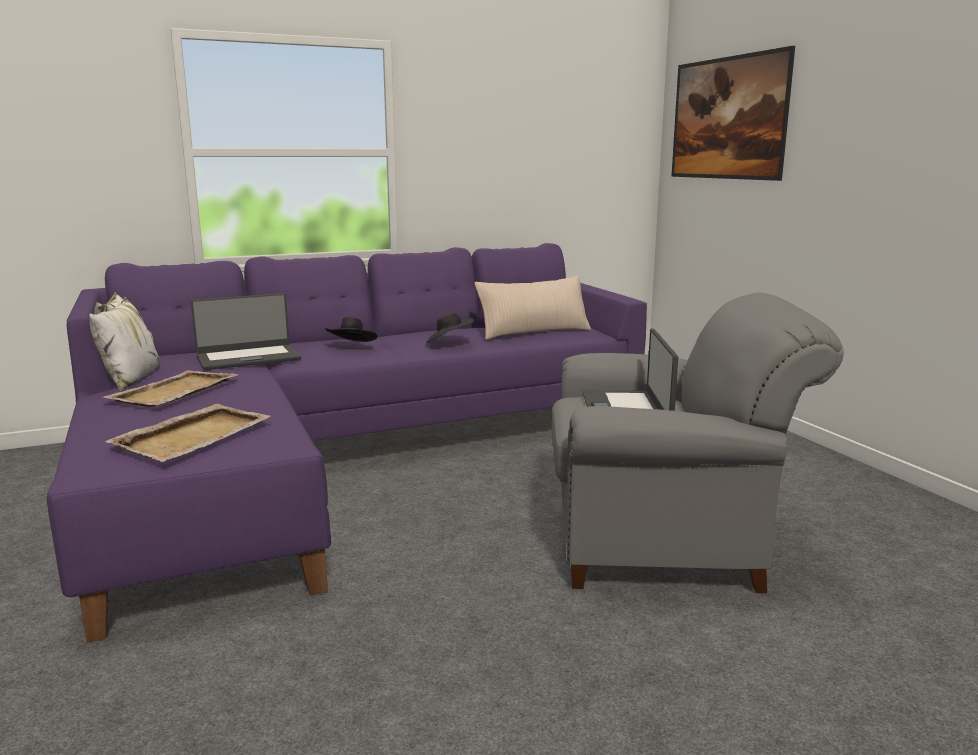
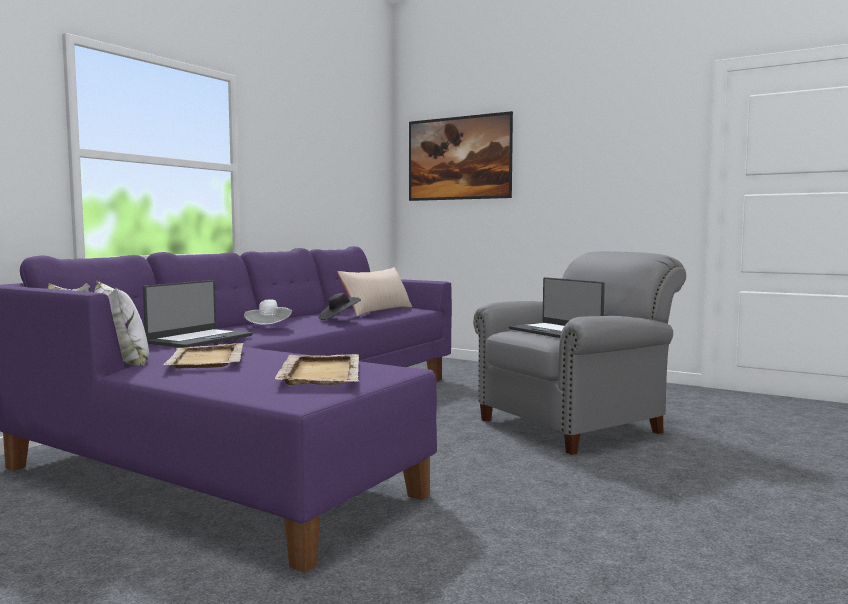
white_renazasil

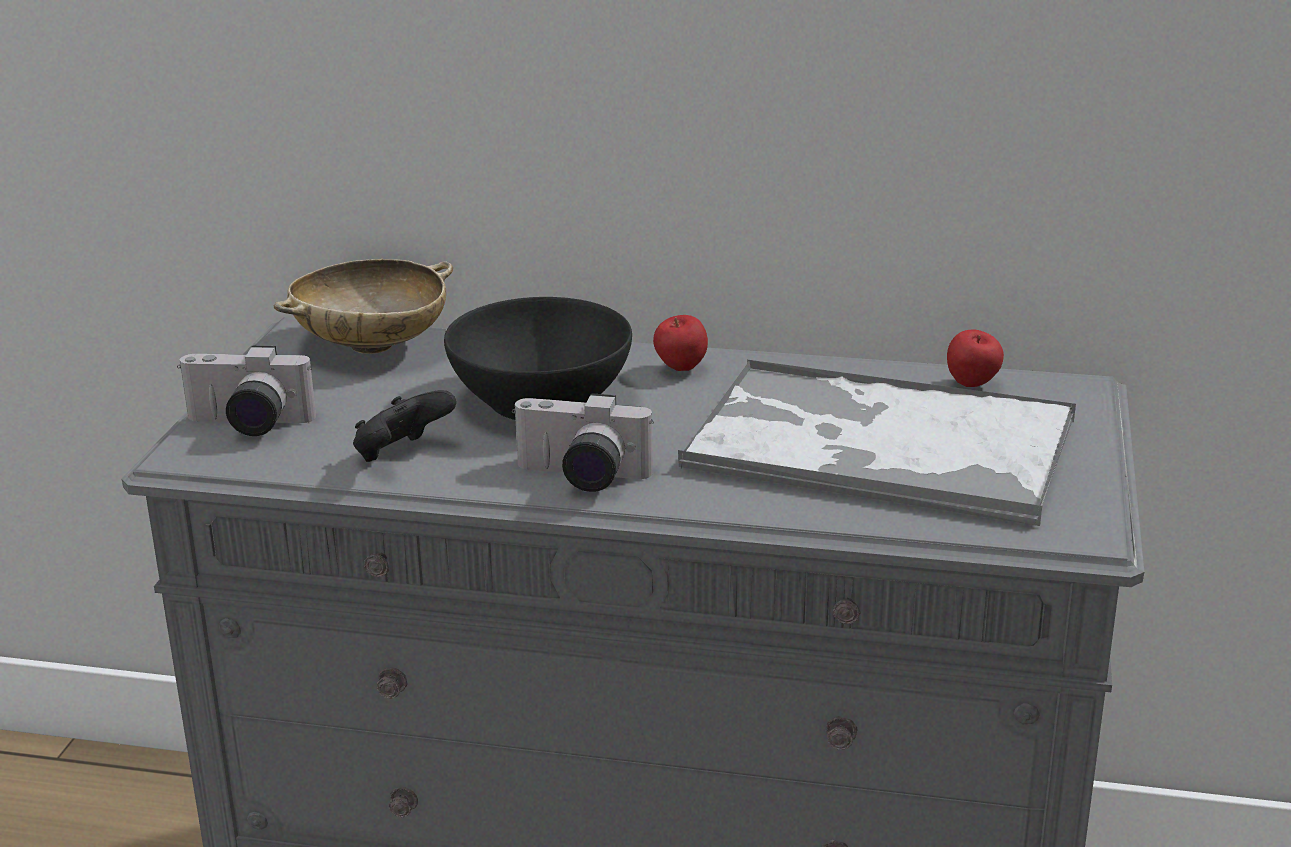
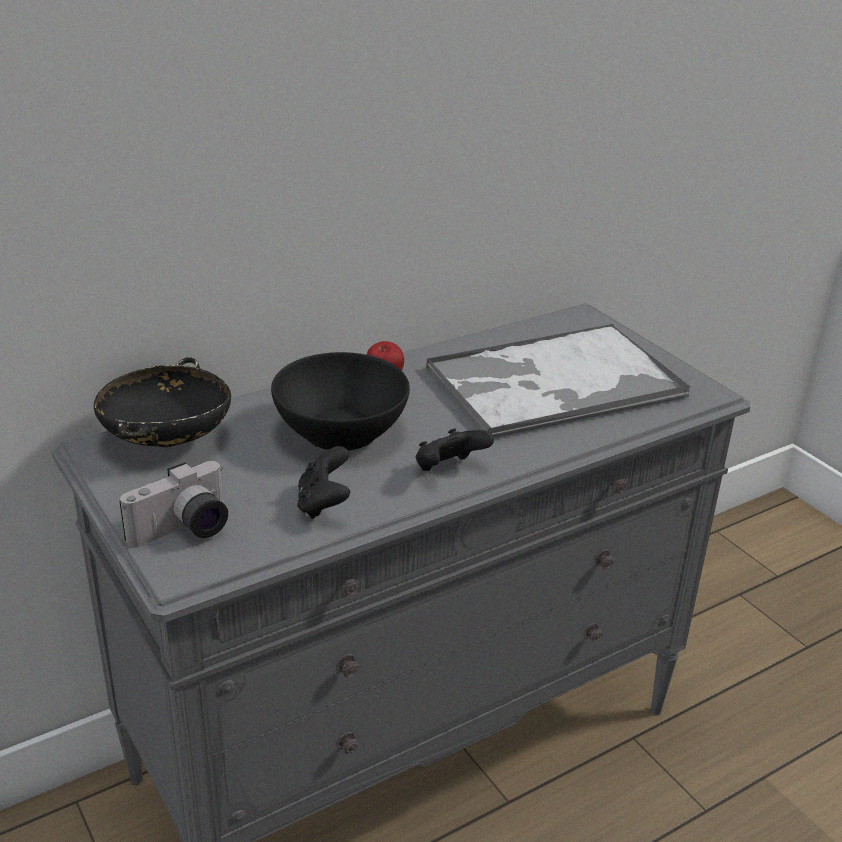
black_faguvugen (no. 1 from left)
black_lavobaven (no. 2 from left)
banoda (no. 2 from left in the first image)

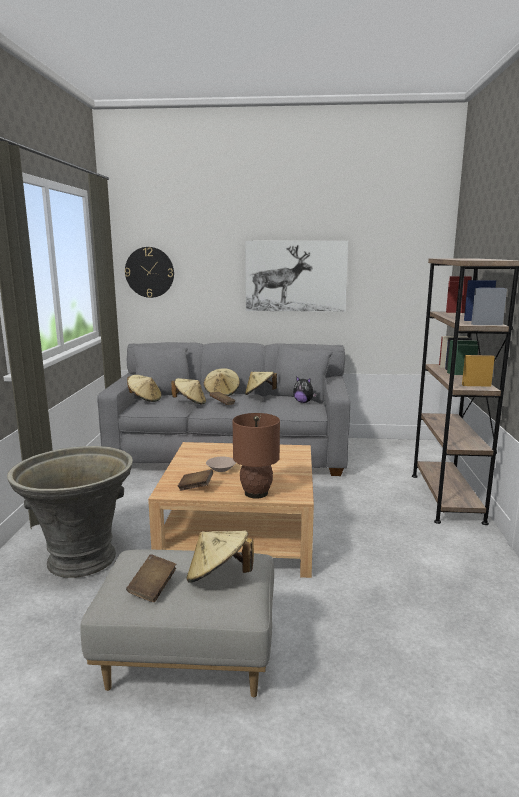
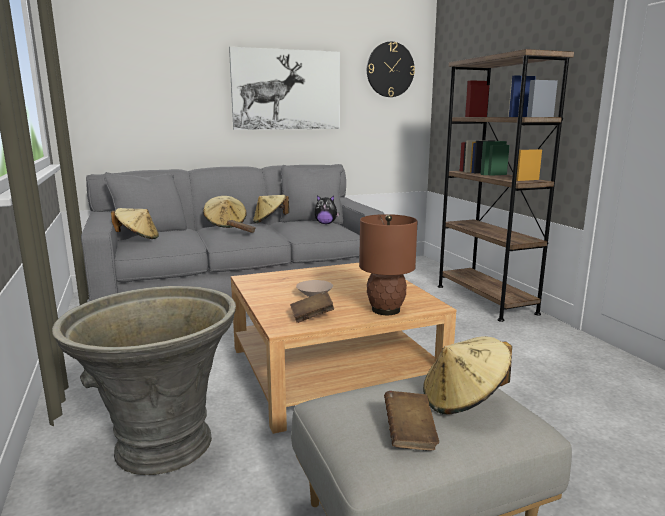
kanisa
beige_renazasil (no. 2 from left in the first image)

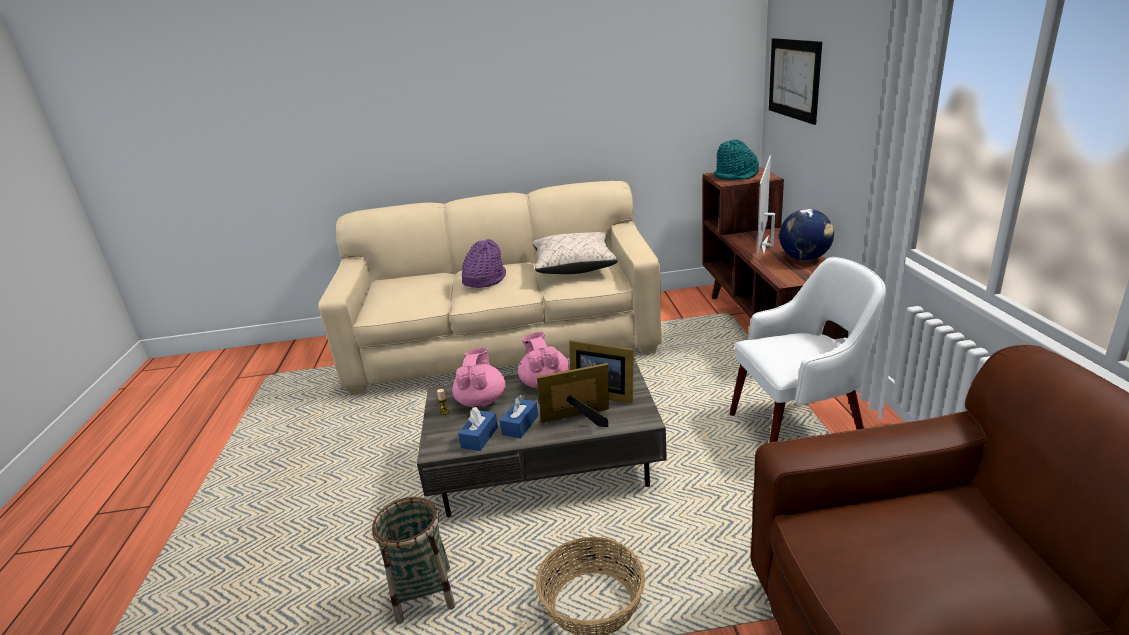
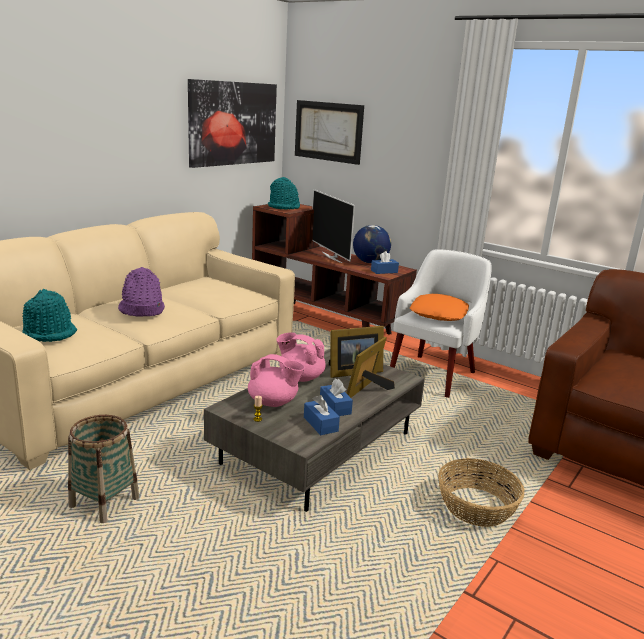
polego (no. 1 from left)
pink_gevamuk (no. 1 from left)
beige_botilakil
turquoise_renazasil (no. 1 from left)
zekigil (no. 1 from left)
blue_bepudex (no. 3 from left)
orange_botilakil

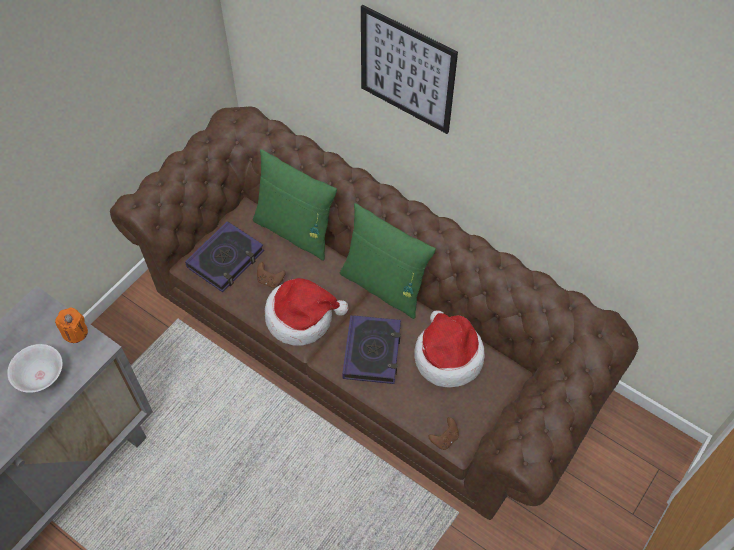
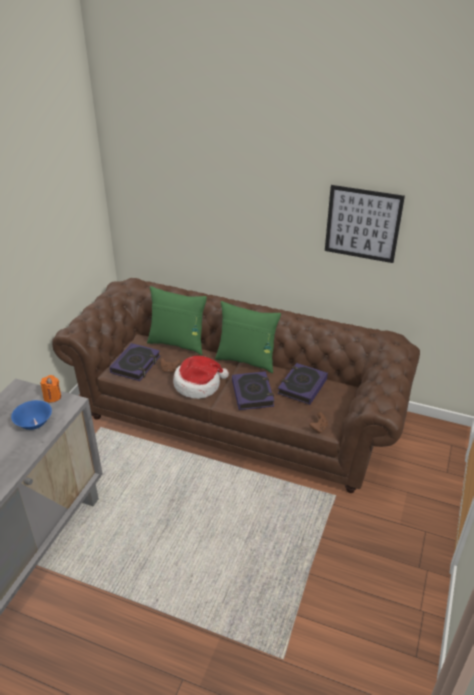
blue_faguvugen
zekigil
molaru (no. 3 from left)

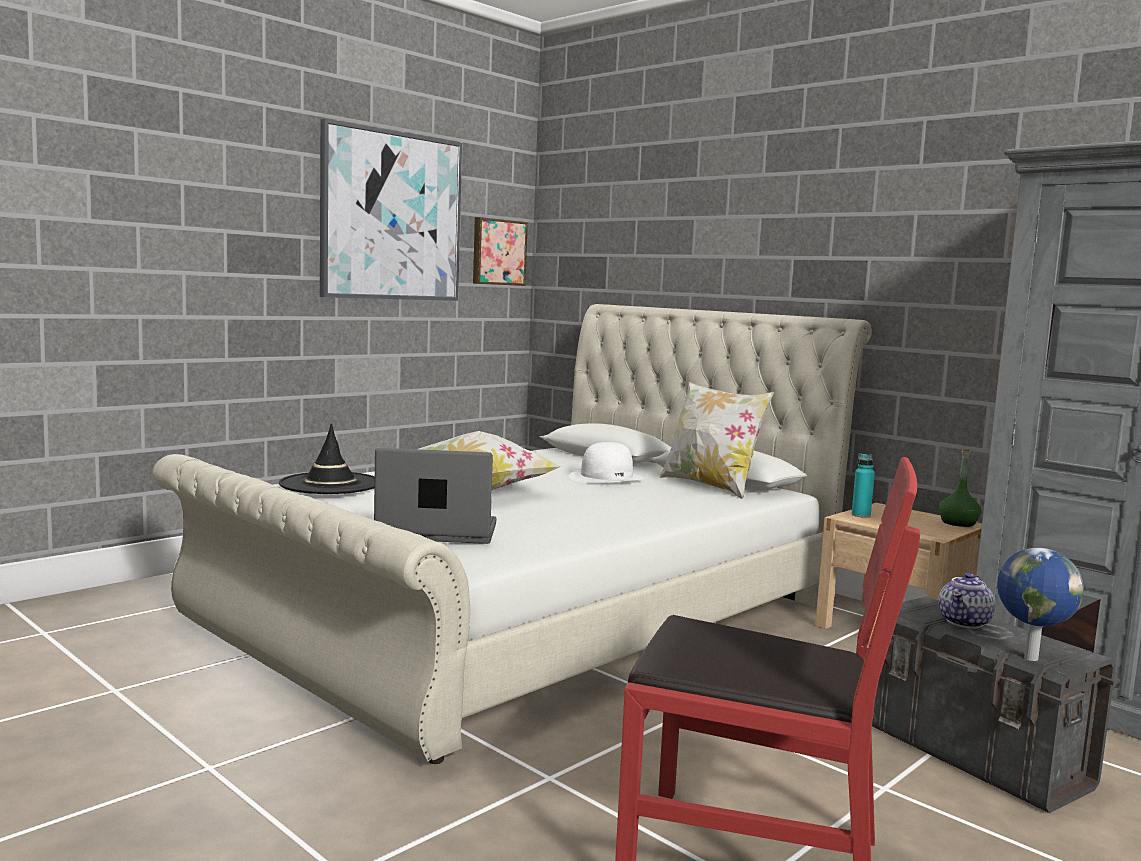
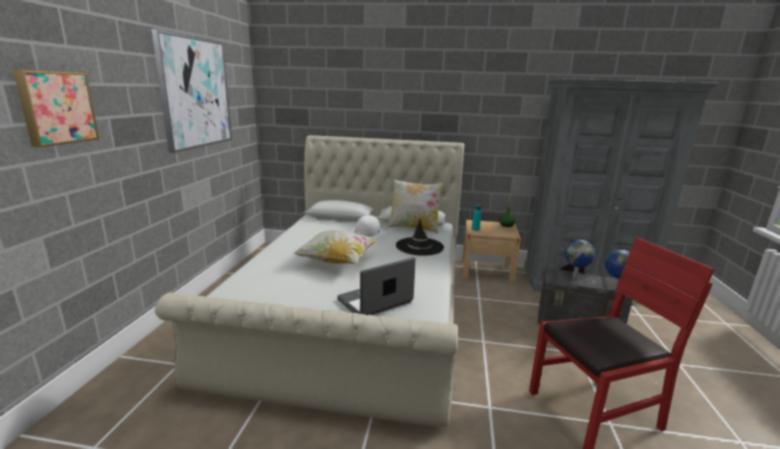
black_renazasil
zekigil (no. 1 from left)
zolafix (no. 1 from left)

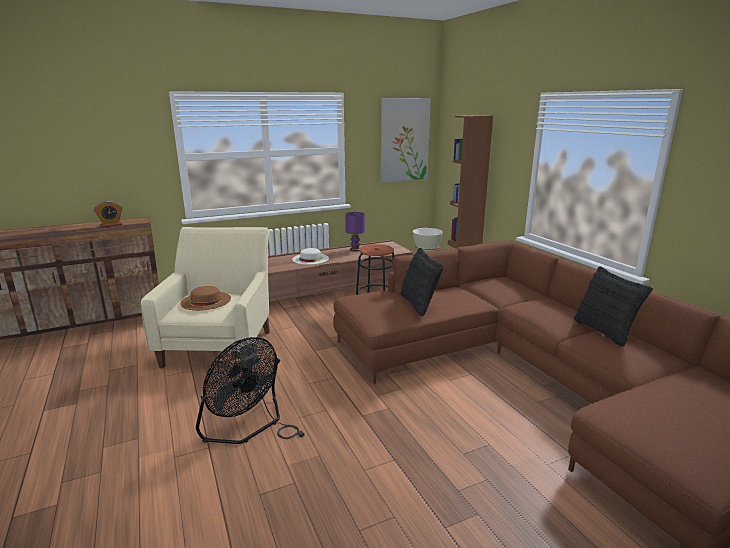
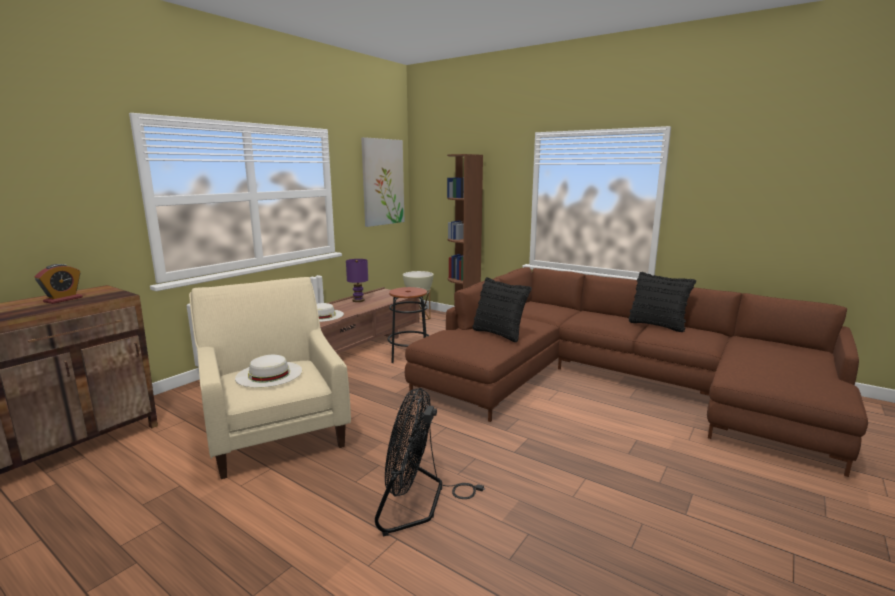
white_renazasil (no. 1 from left)

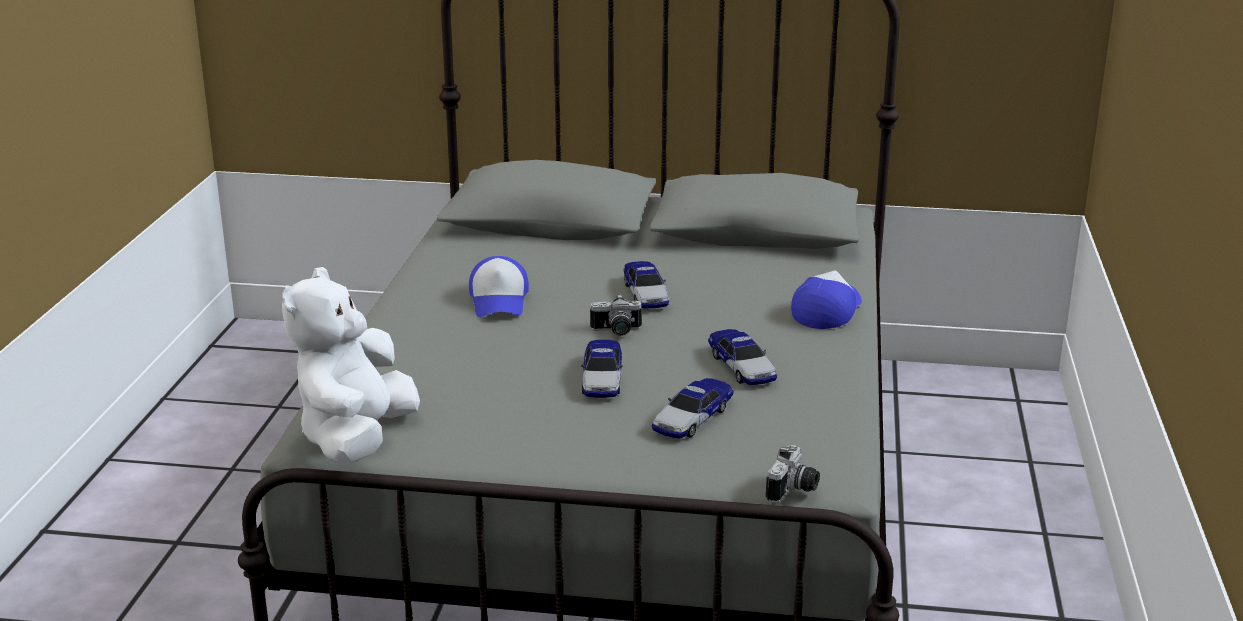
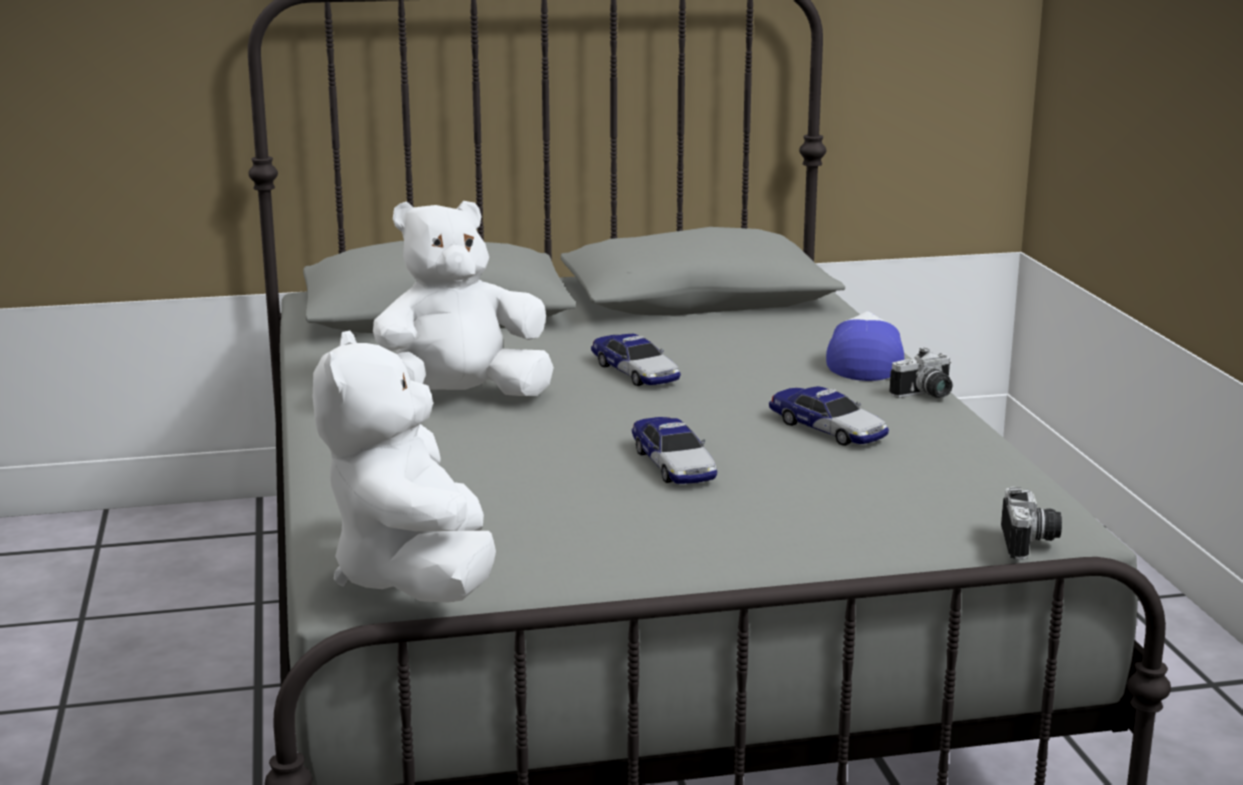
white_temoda (no. 2 from left)
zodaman (no. 1 from left)
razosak (no. 3 from left in the first image)

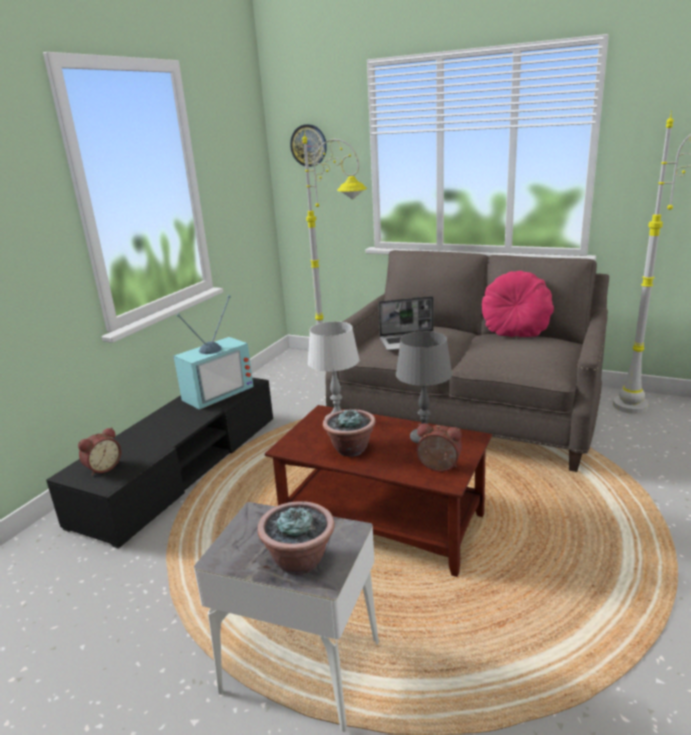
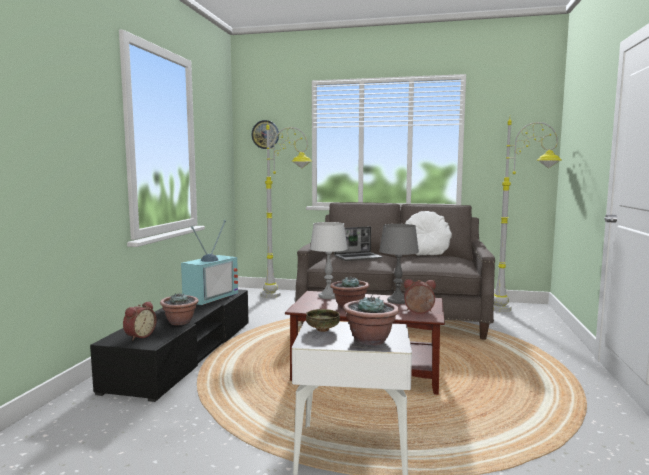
white_botilakil
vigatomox (no. 1 from left)
faguvugen

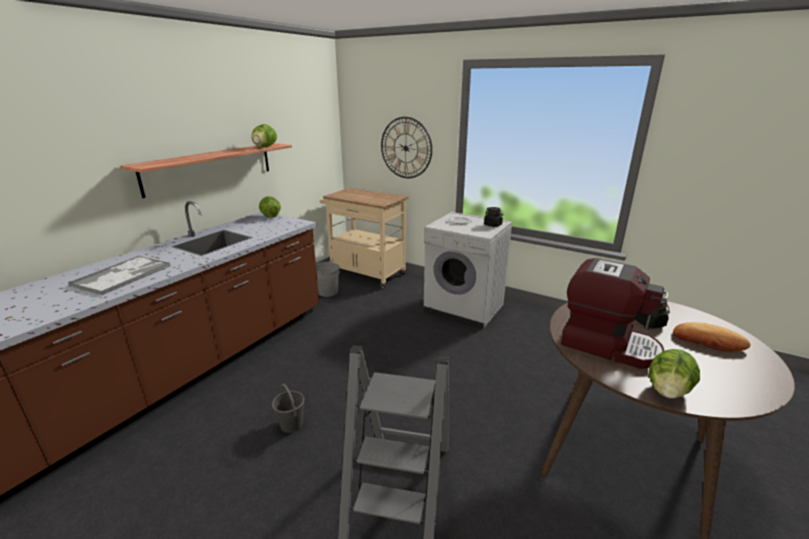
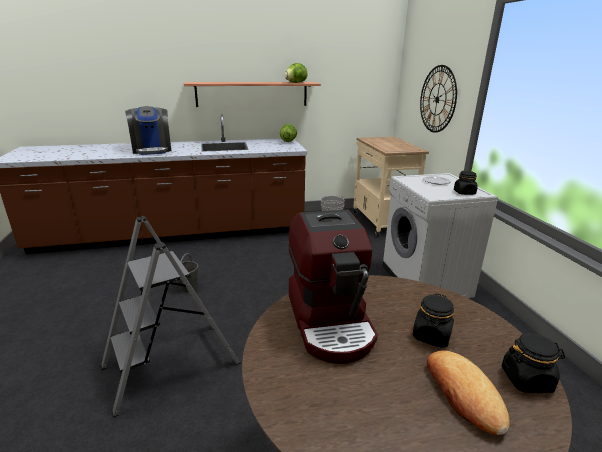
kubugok (no. 1 from left)
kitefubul (no. 3 from left in the first image)
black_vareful (no. 3 from left)

